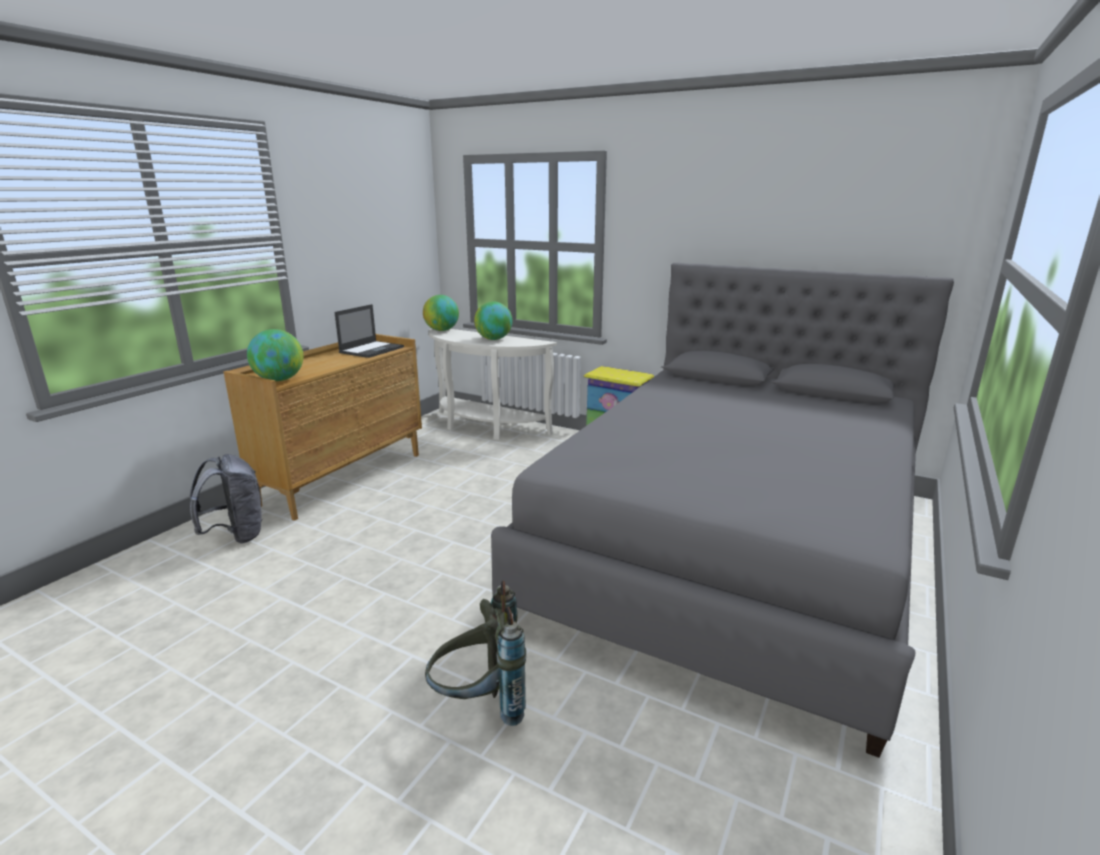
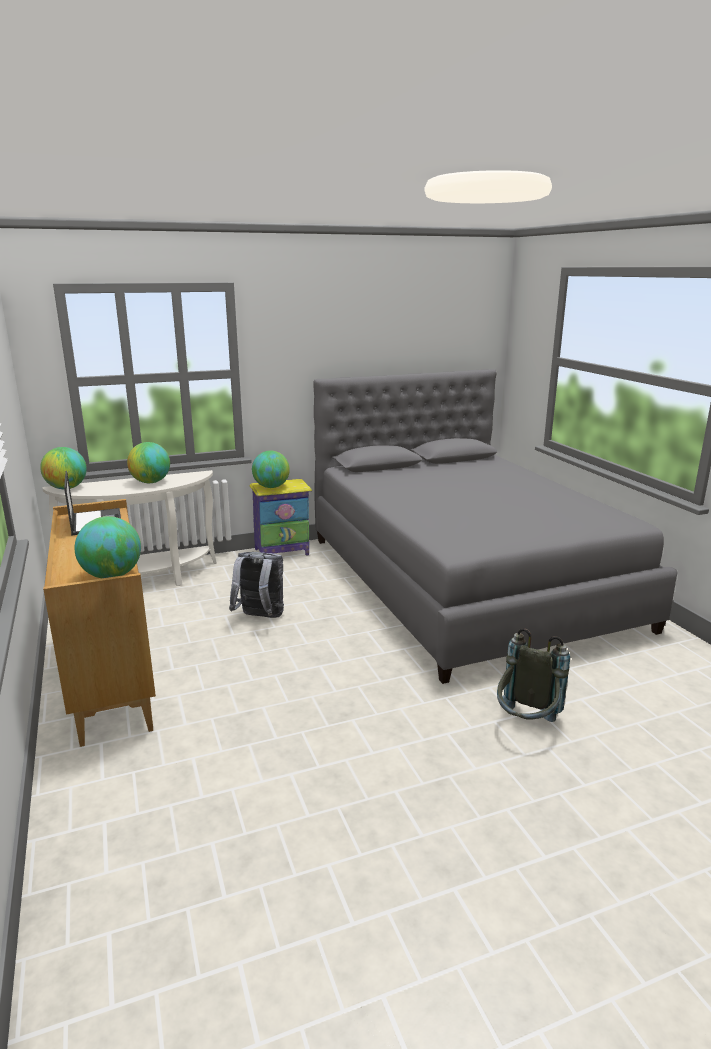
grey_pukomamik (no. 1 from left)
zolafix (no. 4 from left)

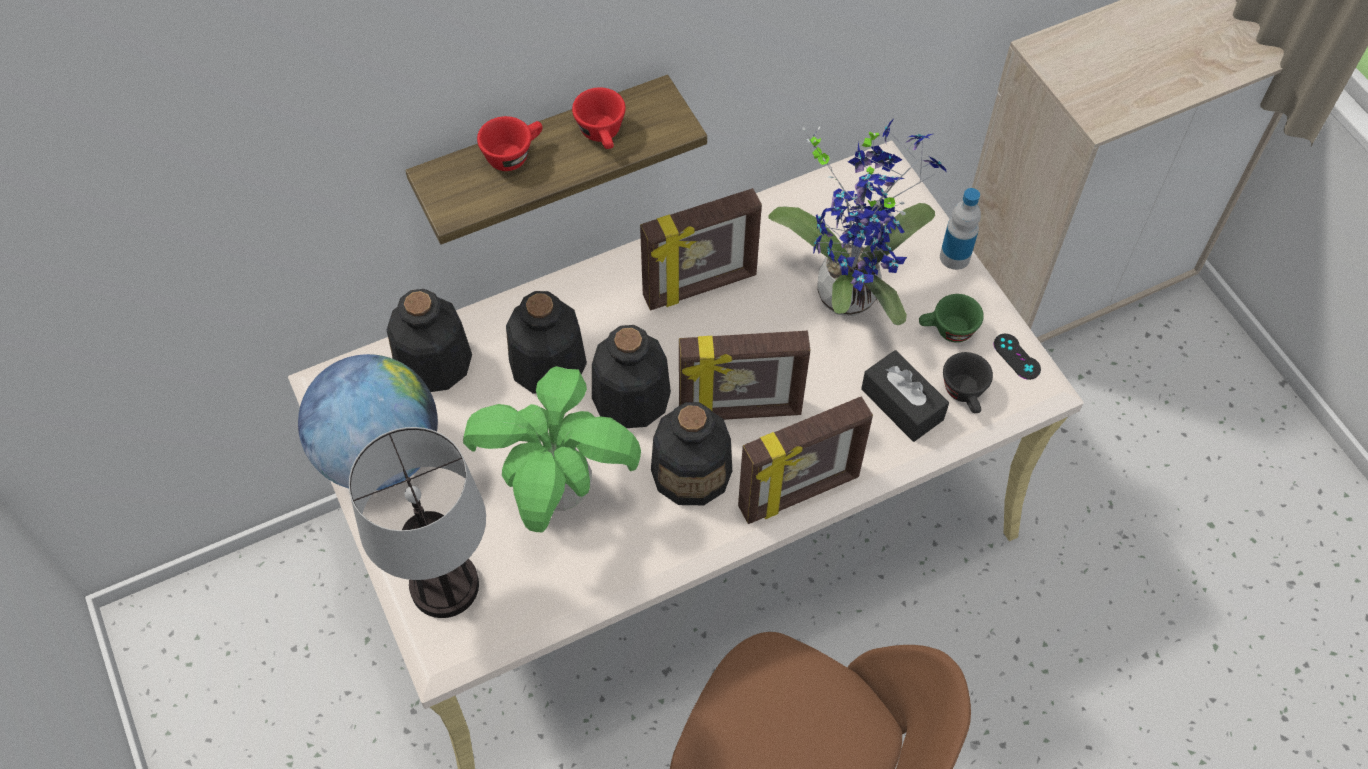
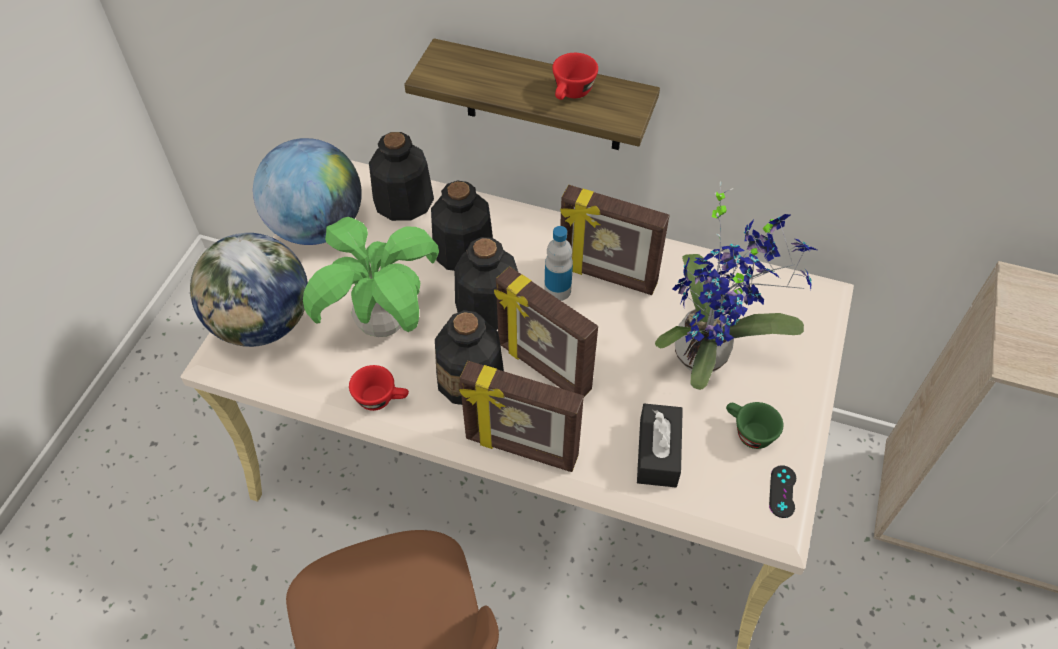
zolafix (no. 1 from left)
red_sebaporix (no. 1 from left)
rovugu (no. 5 from left)
black_sebaporix

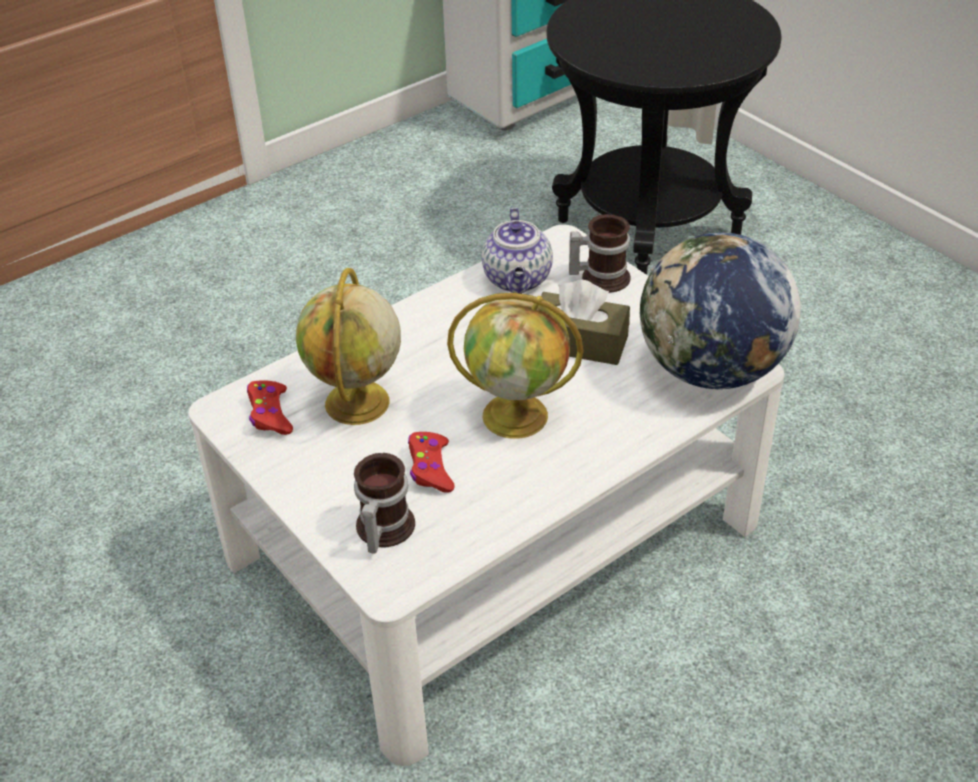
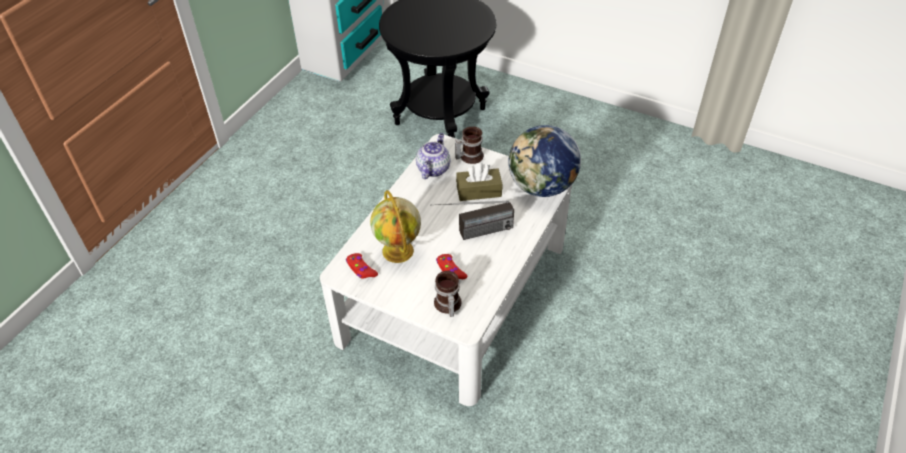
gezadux
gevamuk

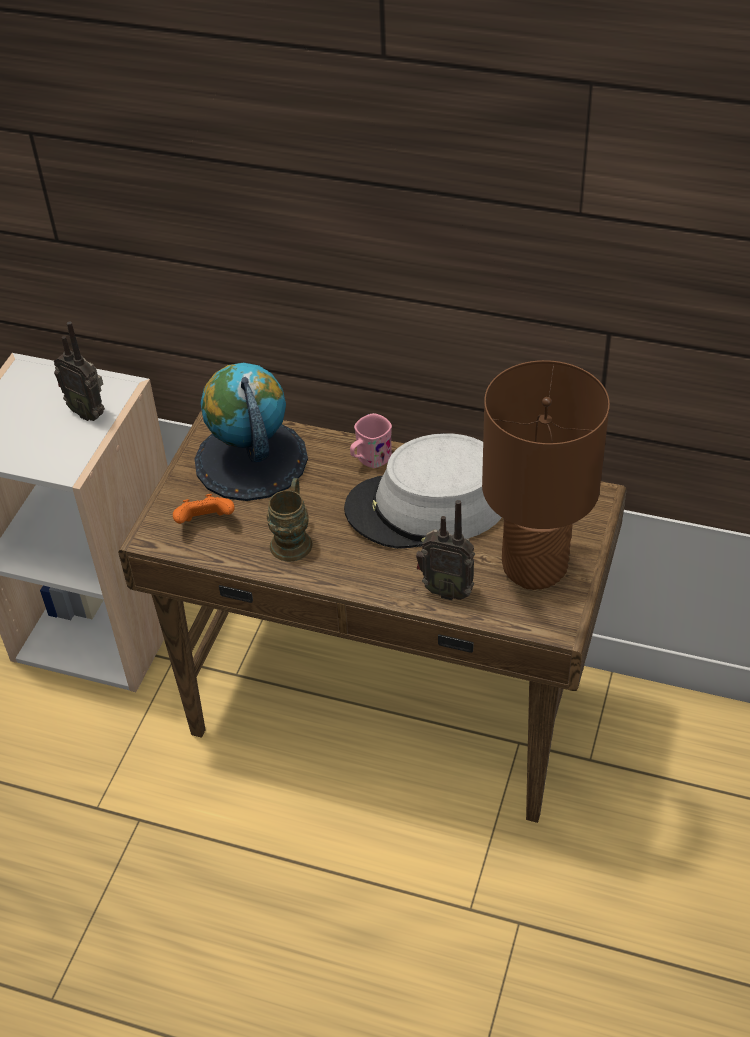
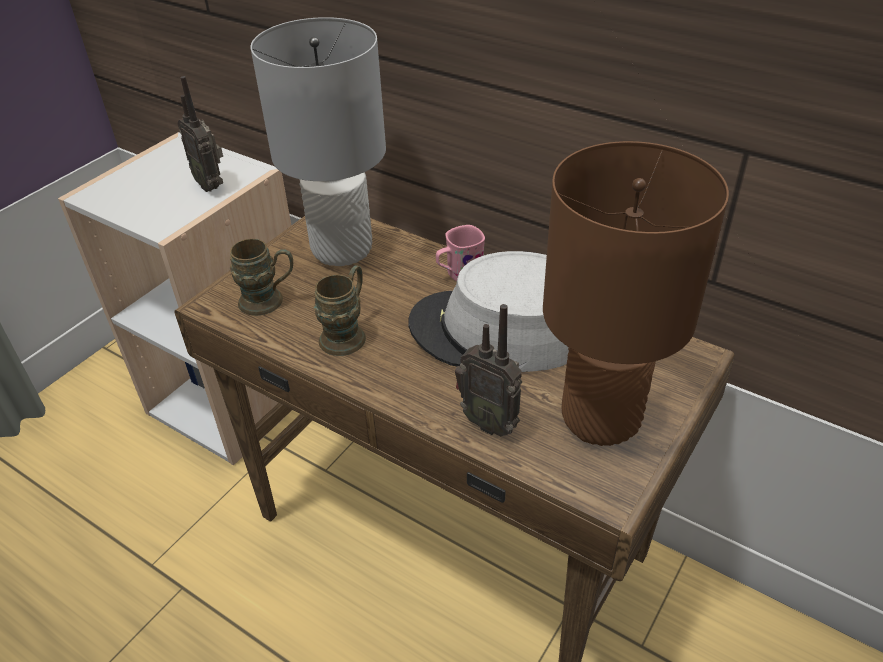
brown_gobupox (no. 1 from left)
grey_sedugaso

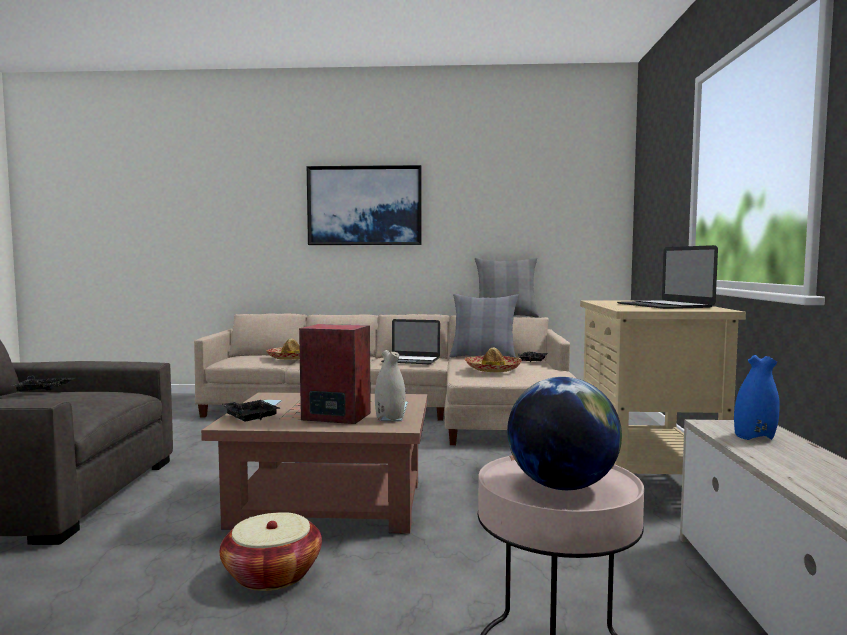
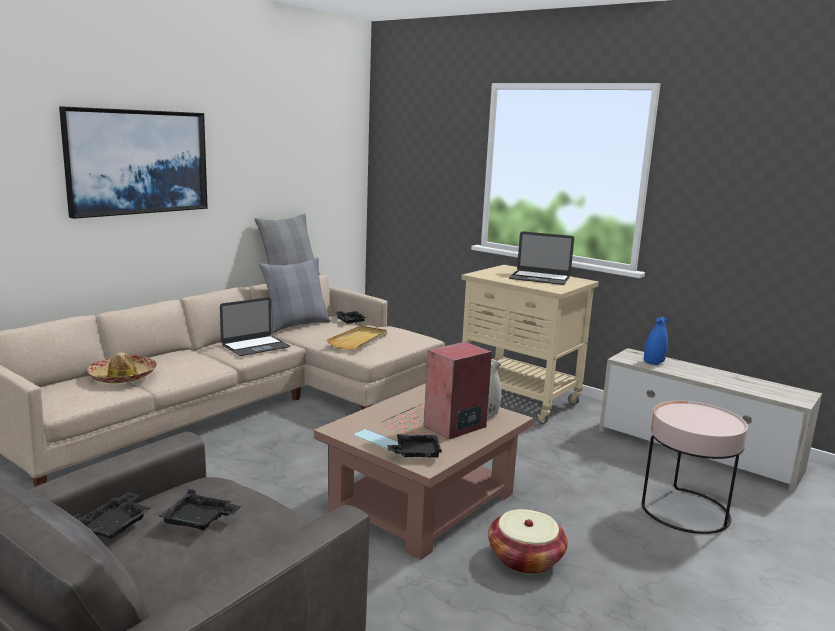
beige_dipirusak
zolafix
black_dipirusak (no. 2 from left)

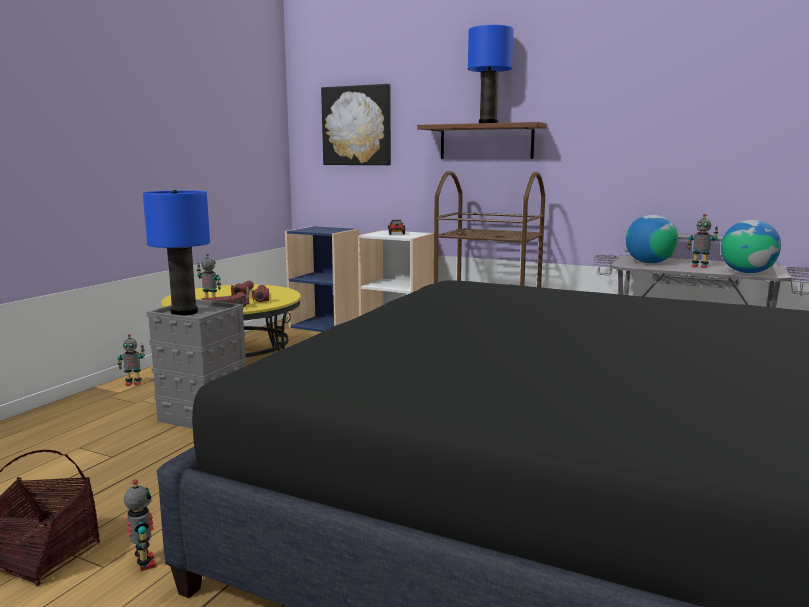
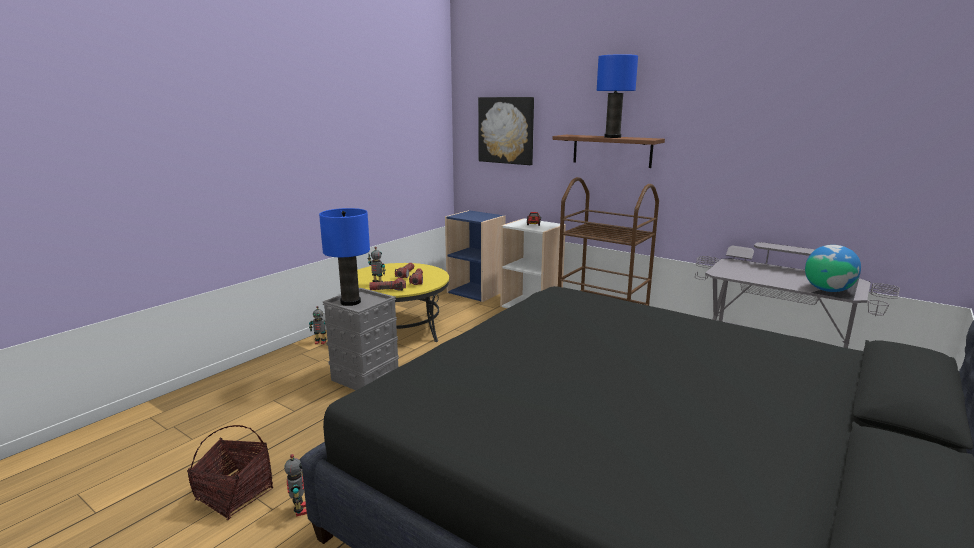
zolafix (no. 1 from left in the first image)
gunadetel (no. 4 from left in the first image)

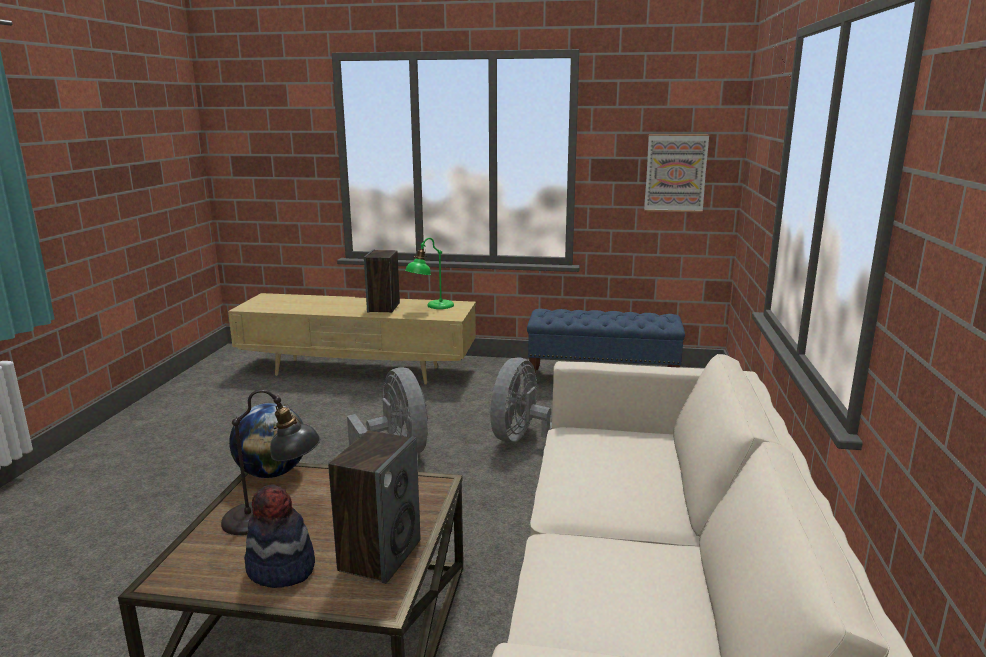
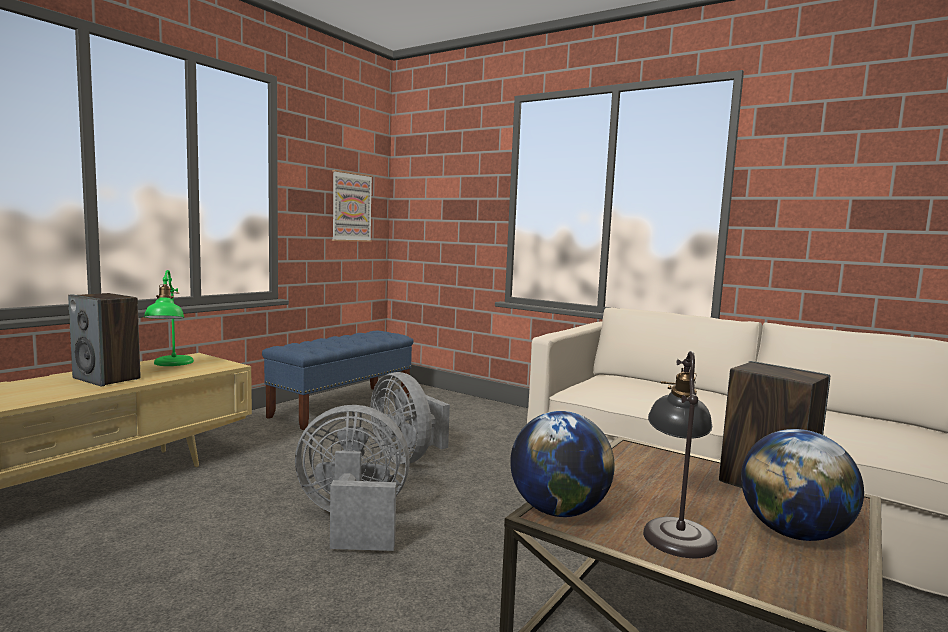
zolafix (no. 2 from left)

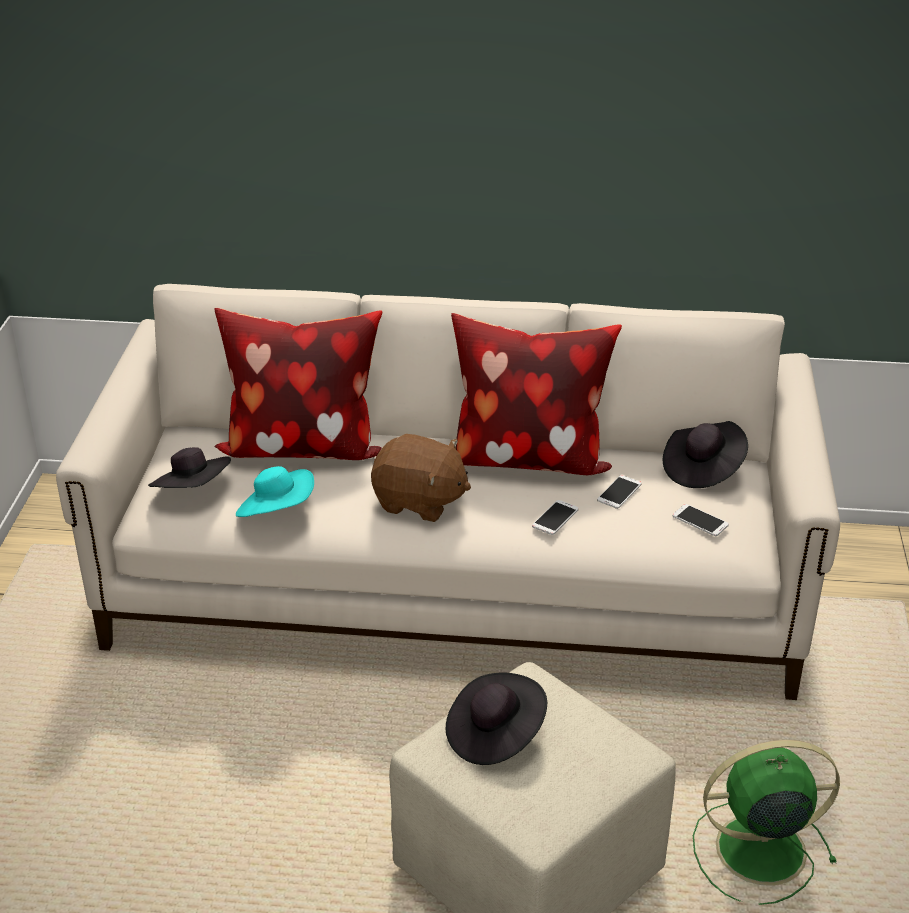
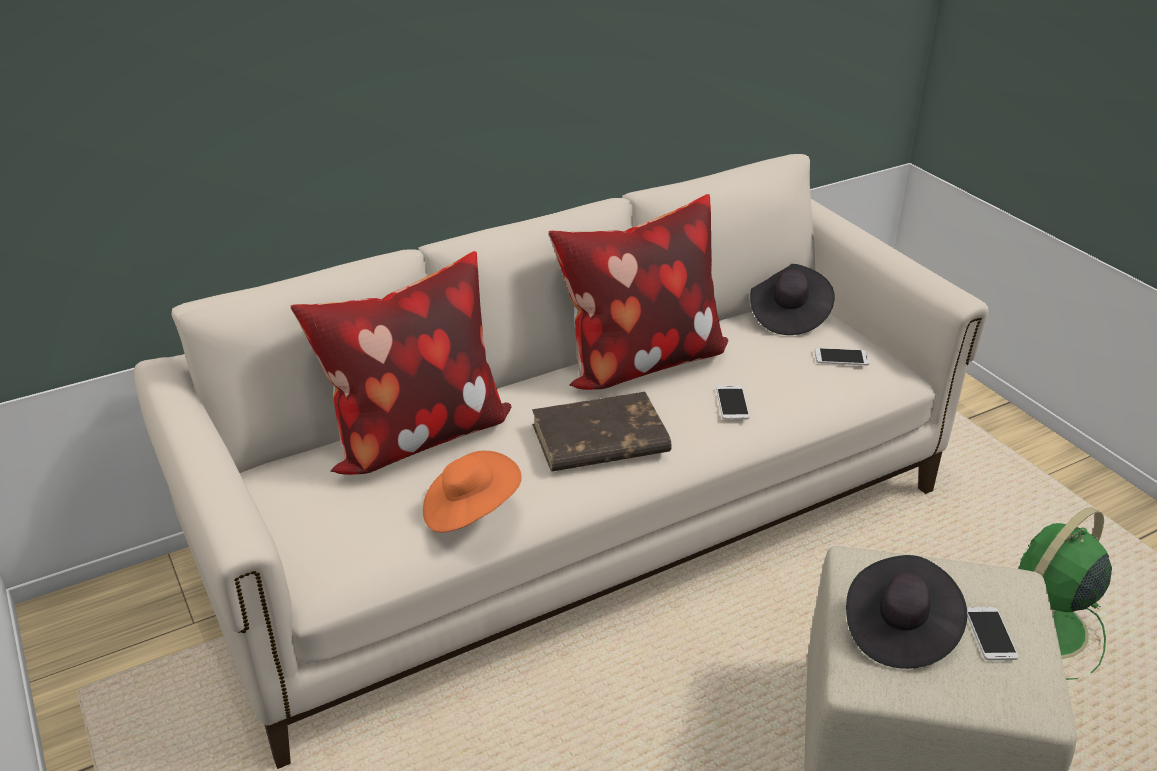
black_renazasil (no. 1 from left in the first image)
orange_renazasil
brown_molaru
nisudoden (no. 3 from left)

